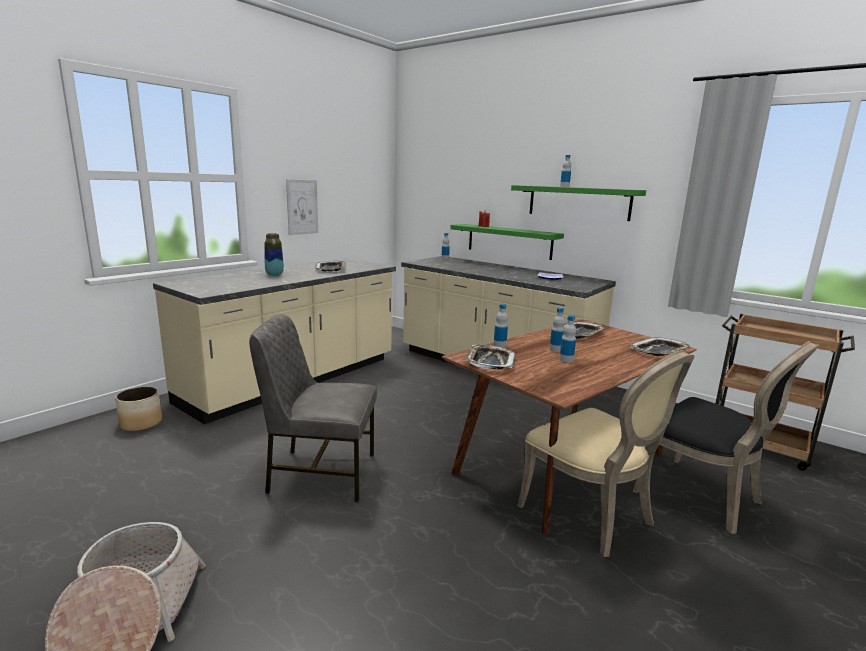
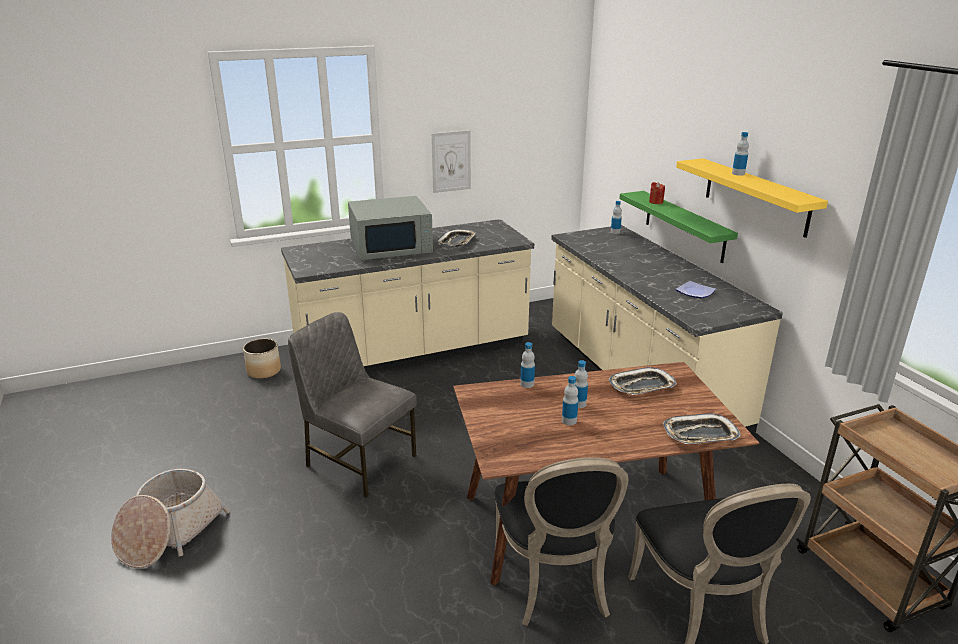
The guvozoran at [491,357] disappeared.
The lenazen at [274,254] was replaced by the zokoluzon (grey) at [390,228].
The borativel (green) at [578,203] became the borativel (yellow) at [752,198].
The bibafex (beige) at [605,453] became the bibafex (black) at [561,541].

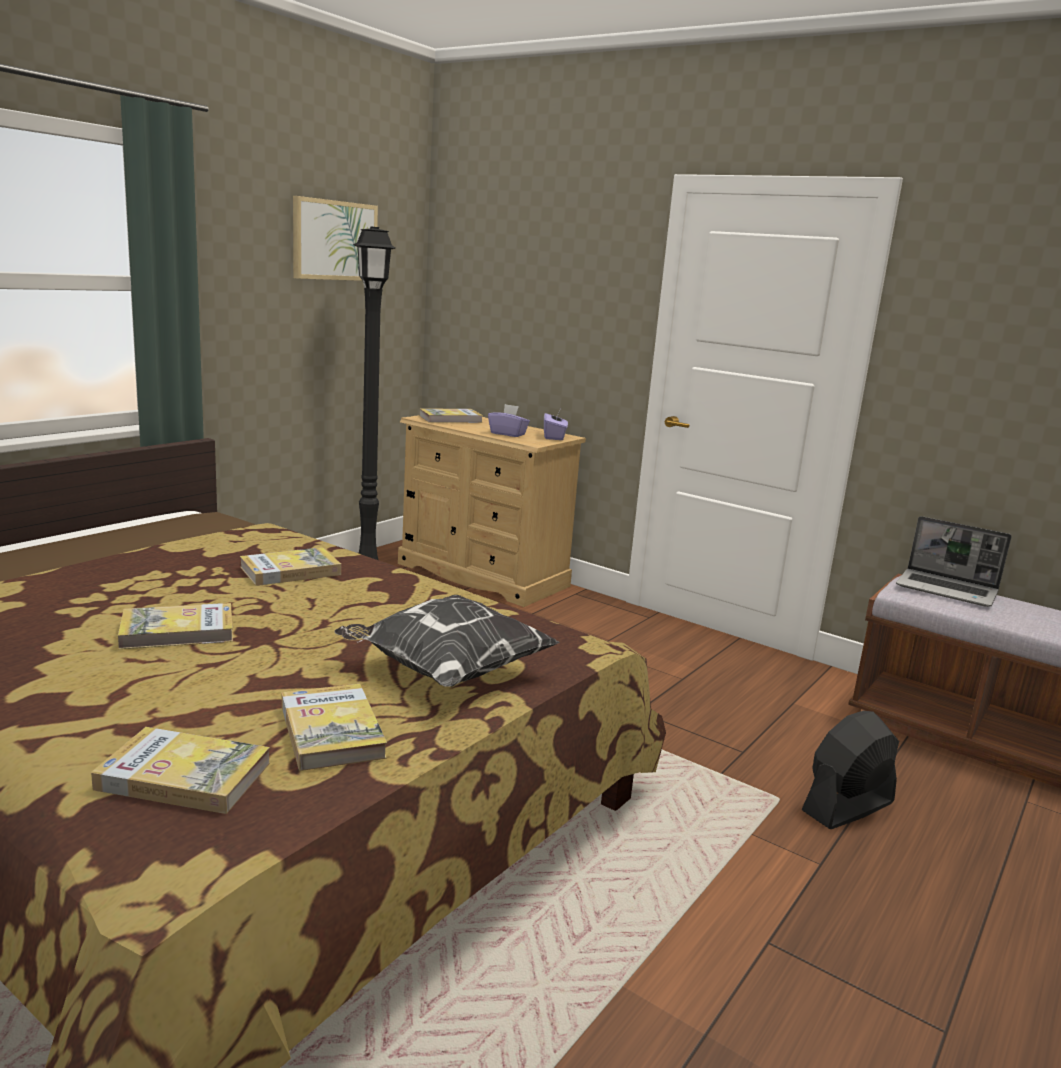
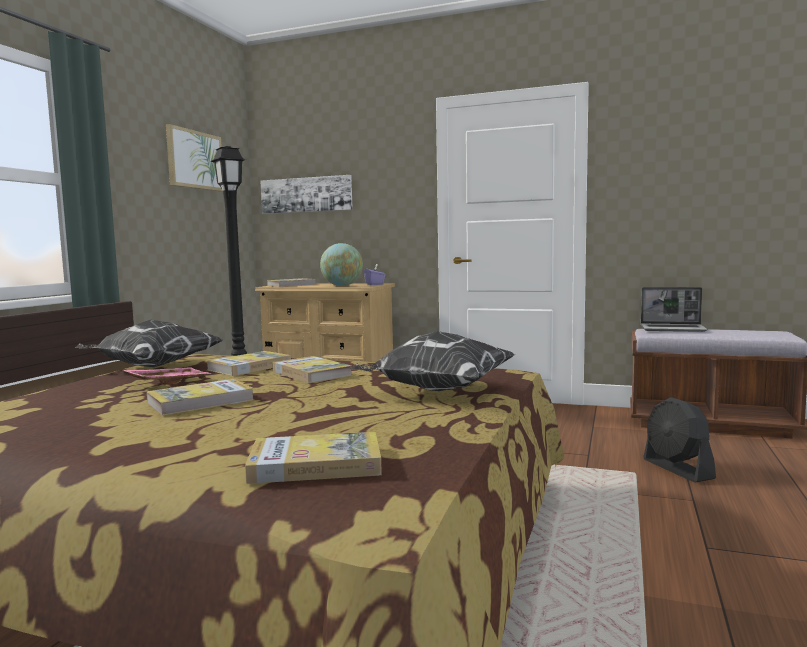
The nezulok at [149,343] appeared.
The guvozoran (pink) at [167,376] appeared.
The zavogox at [306,194] appeared.
The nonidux moved from [334,727] to [312,369].
The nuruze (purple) at [509,420] was replaced by the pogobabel at [341,264].
The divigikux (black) at [850,770] turned 60 degrees counterclockwise.

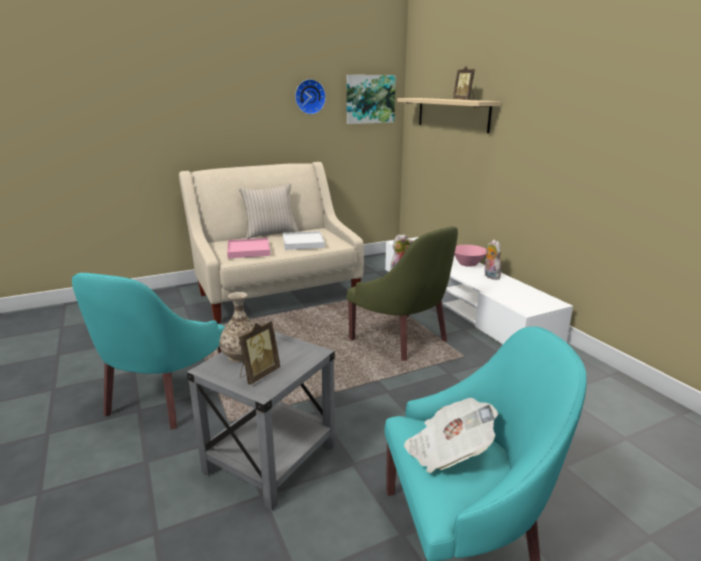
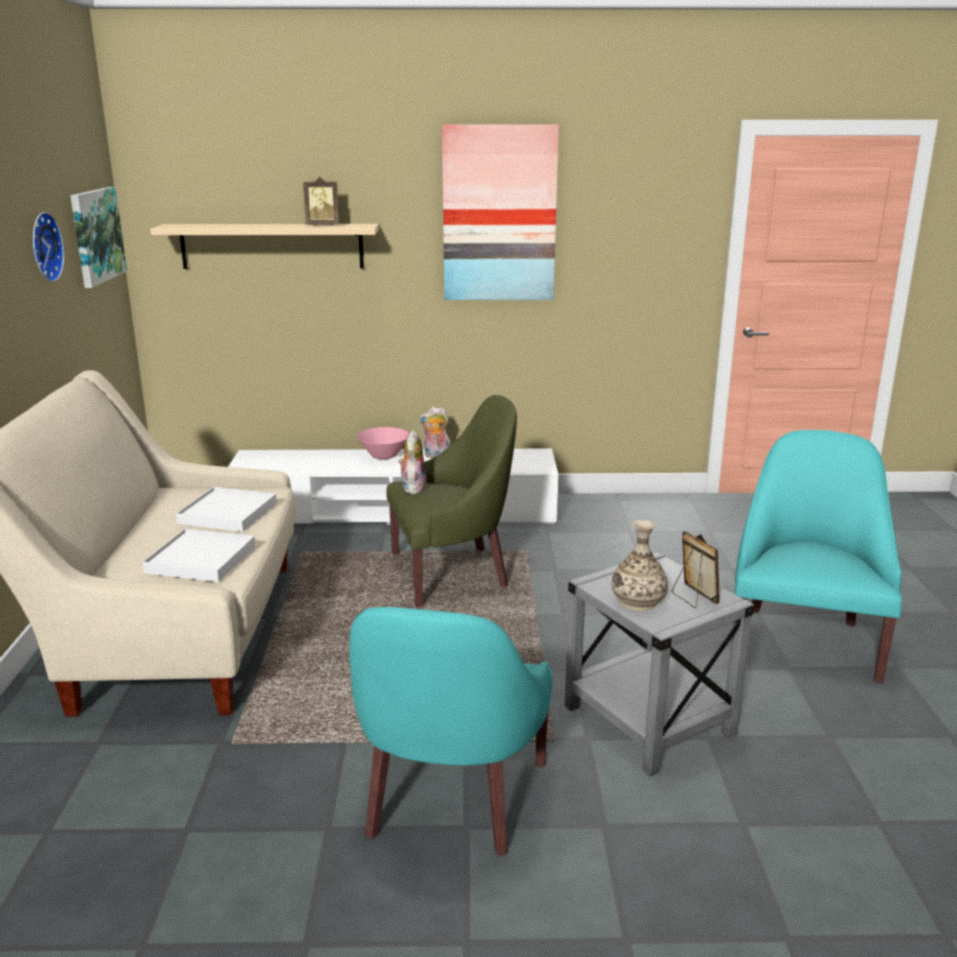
The nezulok (beige) at [269,211] disappeared.
The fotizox at [451,435] disappeared.
The zavogox at [500,212] appeared.
The guvozoran (pink) at [248,248] became the guvozoran (white) at [199,555].
The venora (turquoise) at [148,351] turned 60 degrees clockwise.

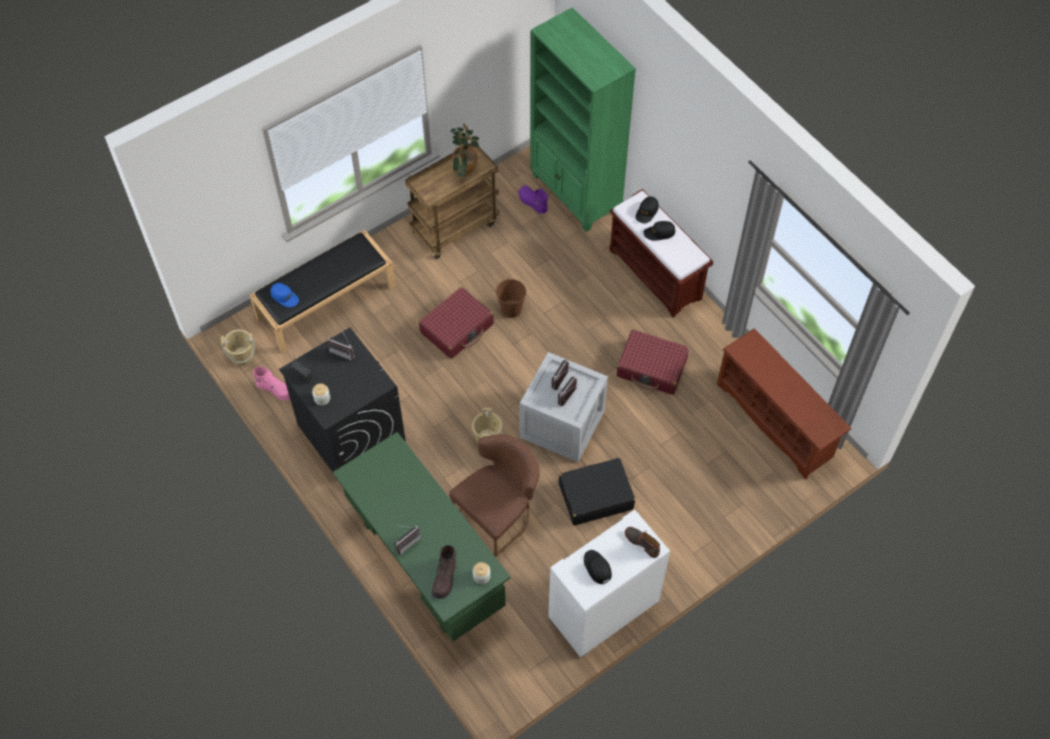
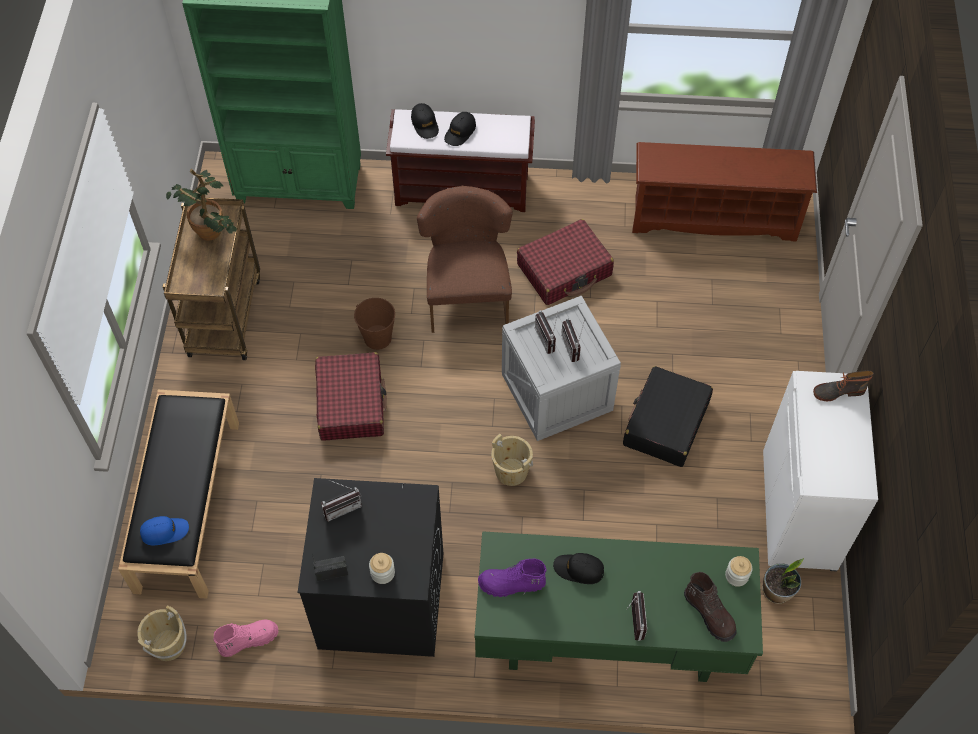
The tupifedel at [783,581] appeared.
The bibafex (brown) moved from [494,495] to [465,259].
The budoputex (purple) moved from [533,199] to [512,578].
The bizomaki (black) moved from [598,567] to [578,568].

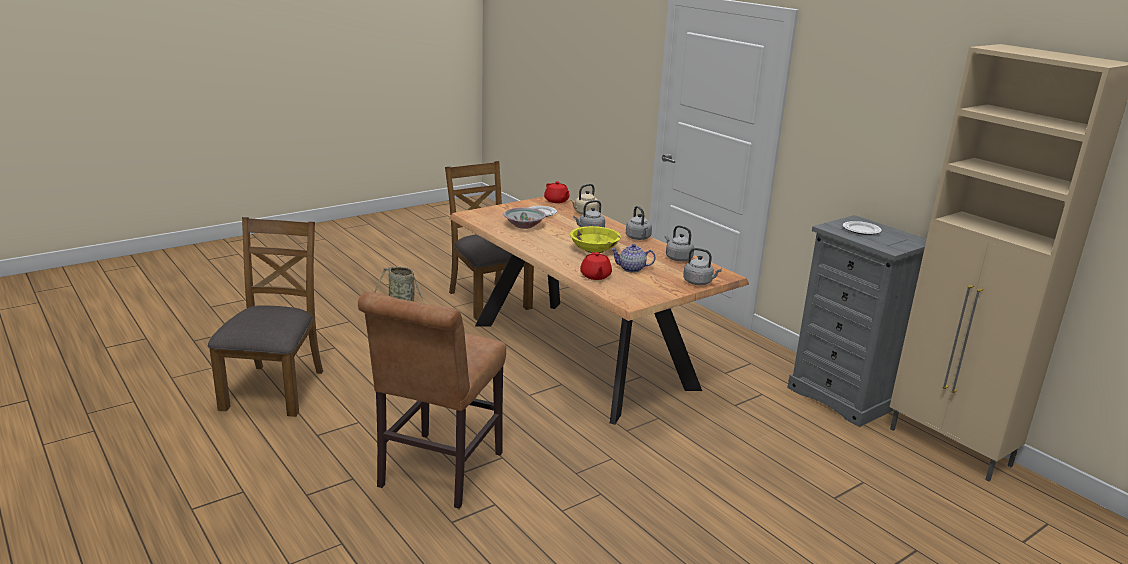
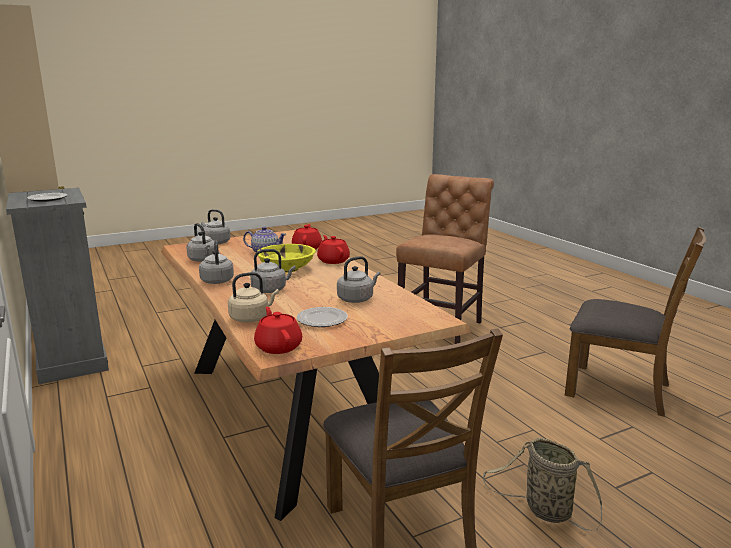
The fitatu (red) at [333,249] appeared.
The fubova at [525,218] was replaced by the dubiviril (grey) at [359,279].
The bibafex (brown) at [265,317] turned 75 degrees counterclockwise.

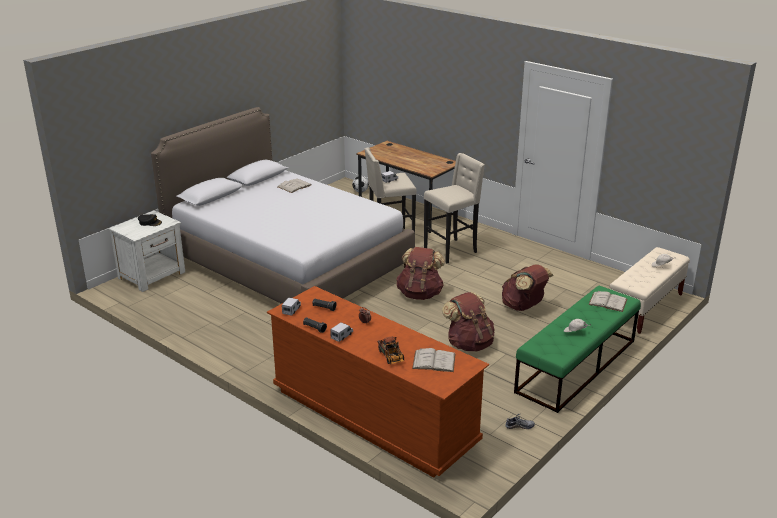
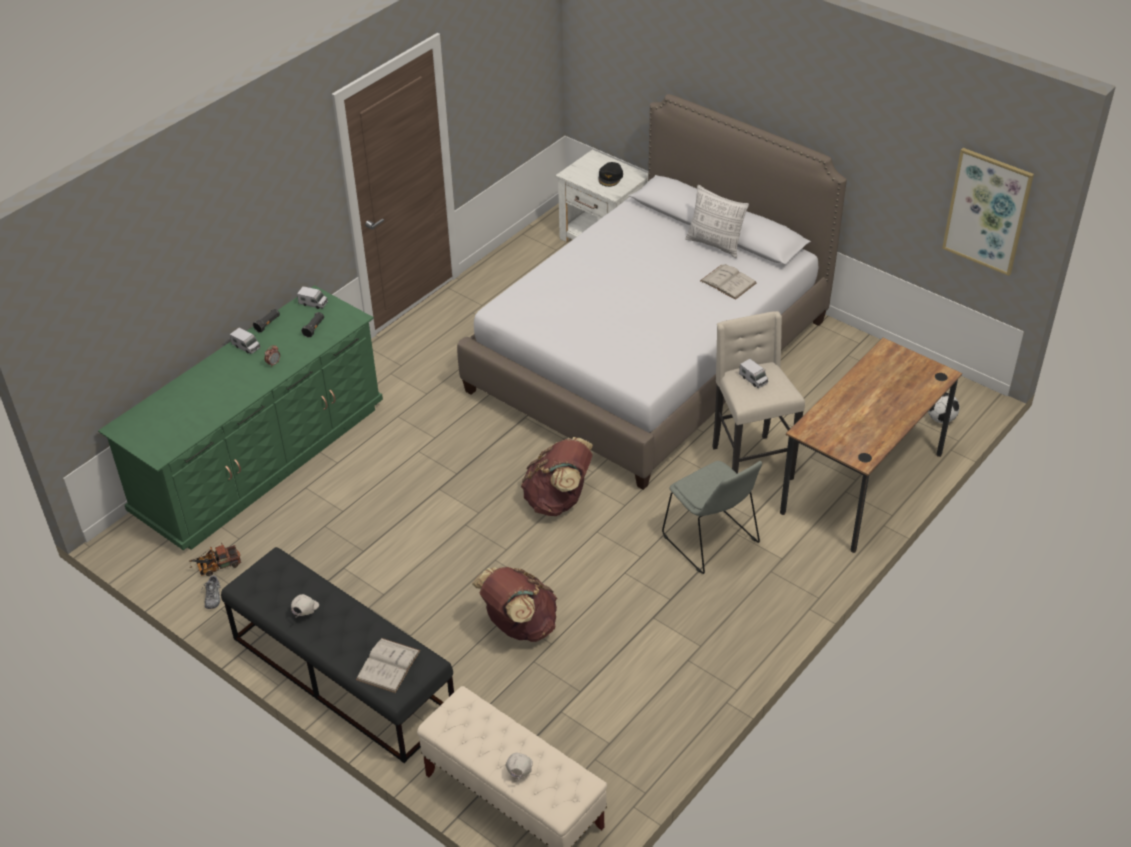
The nonidux (white) at [433,360] disappeared.
The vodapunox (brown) at [468,322] disappeared.
The nezulok at [717,221] appeared.
The zavogox at [988,212] appeared.
The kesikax moved from [391,350] to [215,559].
The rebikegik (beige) at [454,208] was replaced by the bibafex (grey) at [712,517].
The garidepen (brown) at [378,382] became the garidepen (green) at [240,417].
The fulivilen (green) at [577,349] became the fulivilen (black) at [337,655].

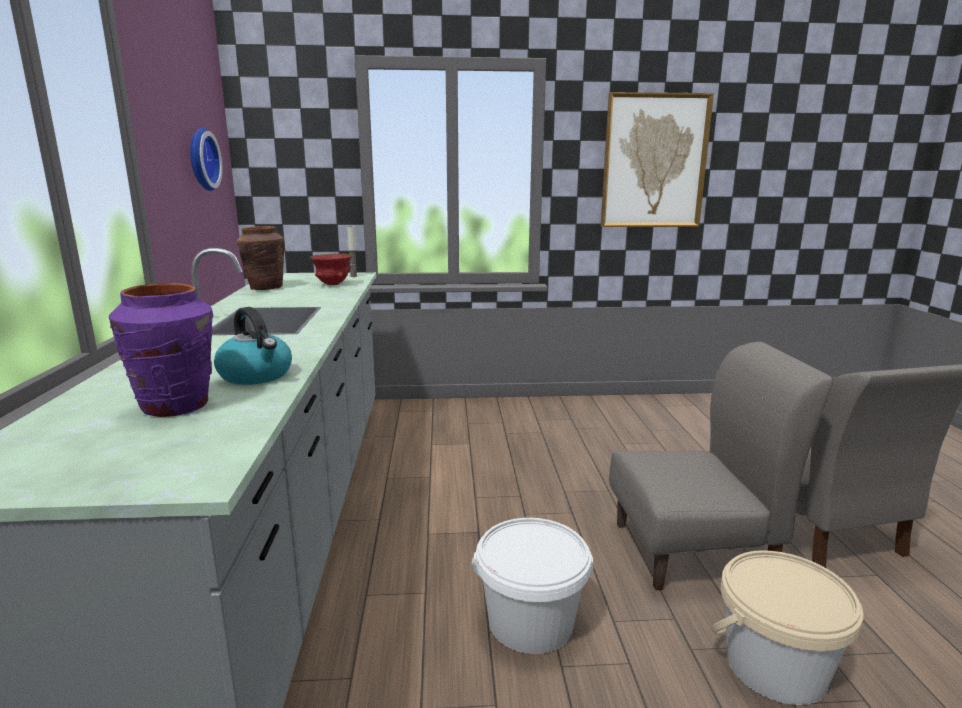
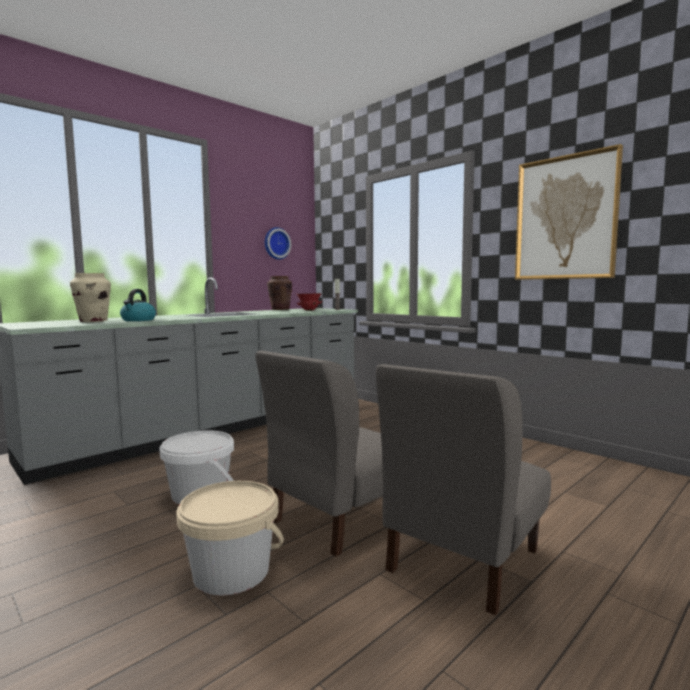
The lenazen (purple) at [161,350] became the lenazen (beige) at [90,297].
The bibafex (grey) at [721,466] turned 90 degrees clockwise.

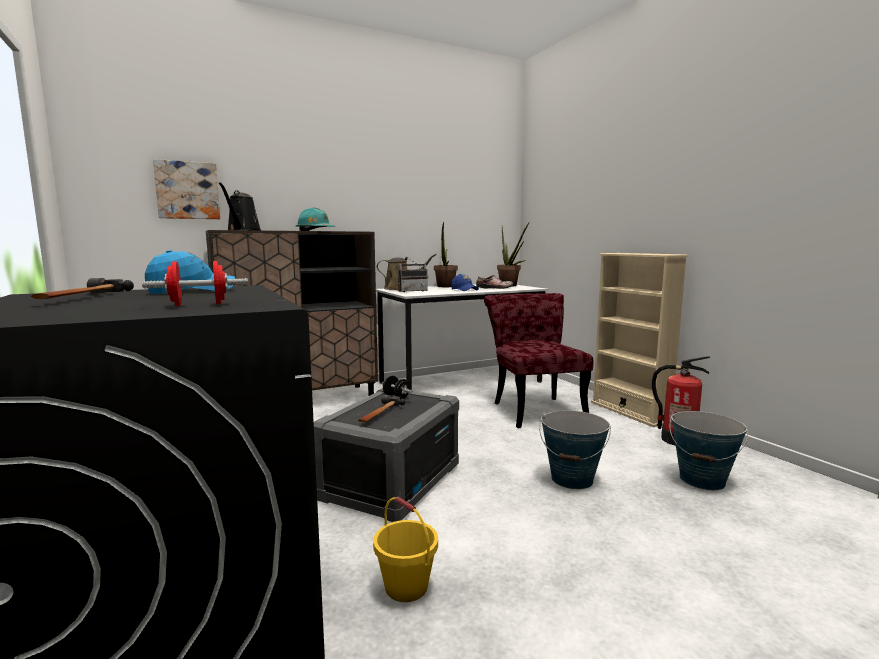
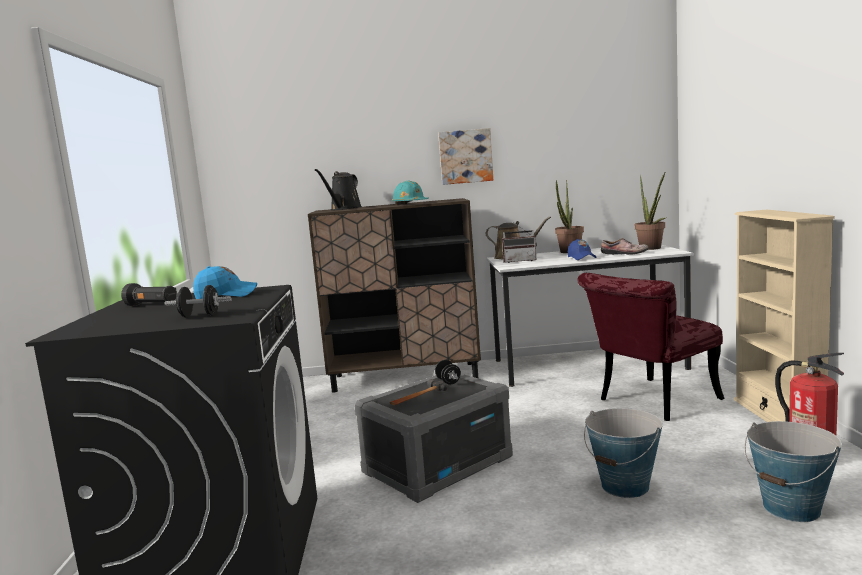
The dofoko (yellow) at [405,549] disappeared.
The zavogox moved from [186,189] to [465,156].
The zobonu at [82,288] was replaced by the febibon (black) at [149,294].
The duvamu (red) at [195,283] became the duvamu (black) at [198,301].
The bibafex (red) at [538,360] turned 135 degrees counterclockwise.

